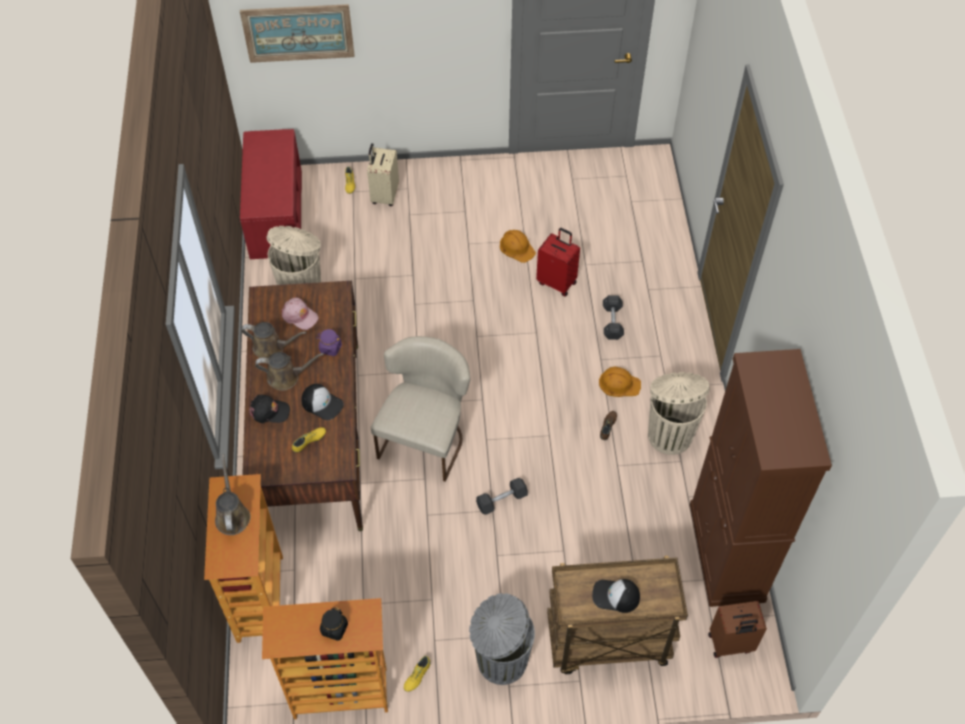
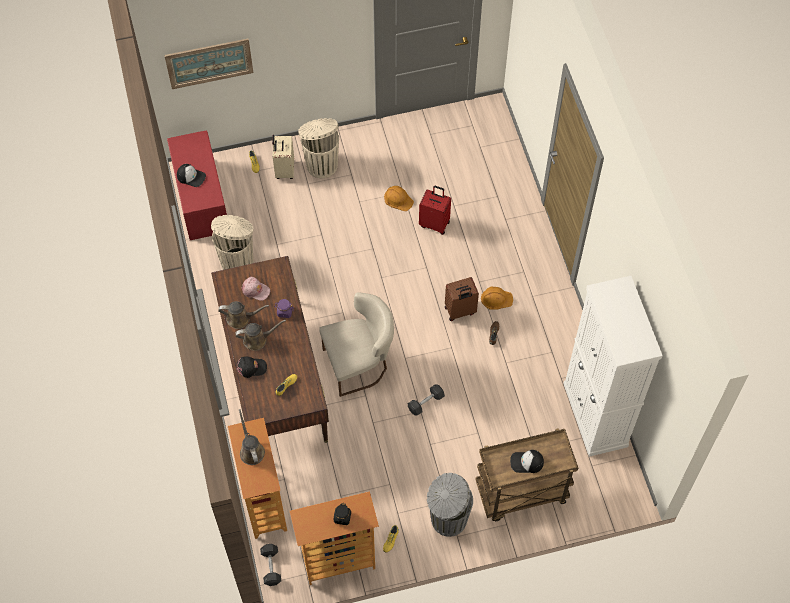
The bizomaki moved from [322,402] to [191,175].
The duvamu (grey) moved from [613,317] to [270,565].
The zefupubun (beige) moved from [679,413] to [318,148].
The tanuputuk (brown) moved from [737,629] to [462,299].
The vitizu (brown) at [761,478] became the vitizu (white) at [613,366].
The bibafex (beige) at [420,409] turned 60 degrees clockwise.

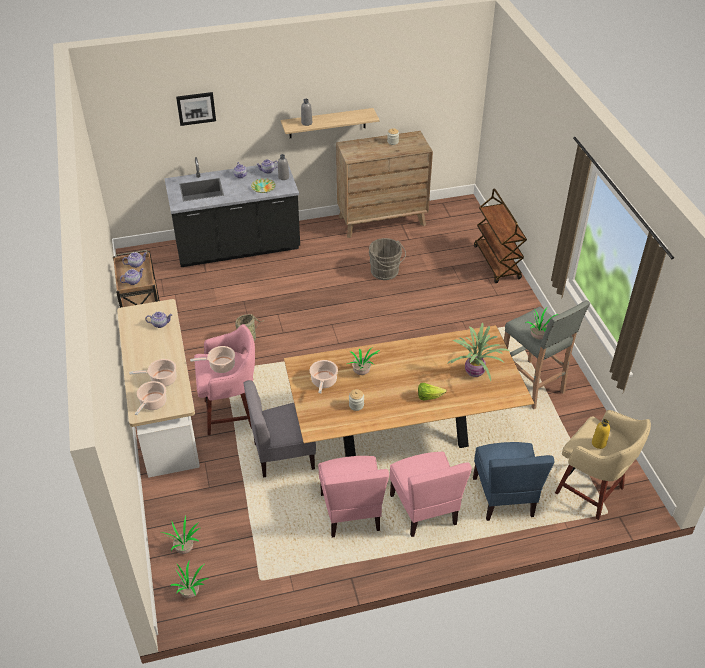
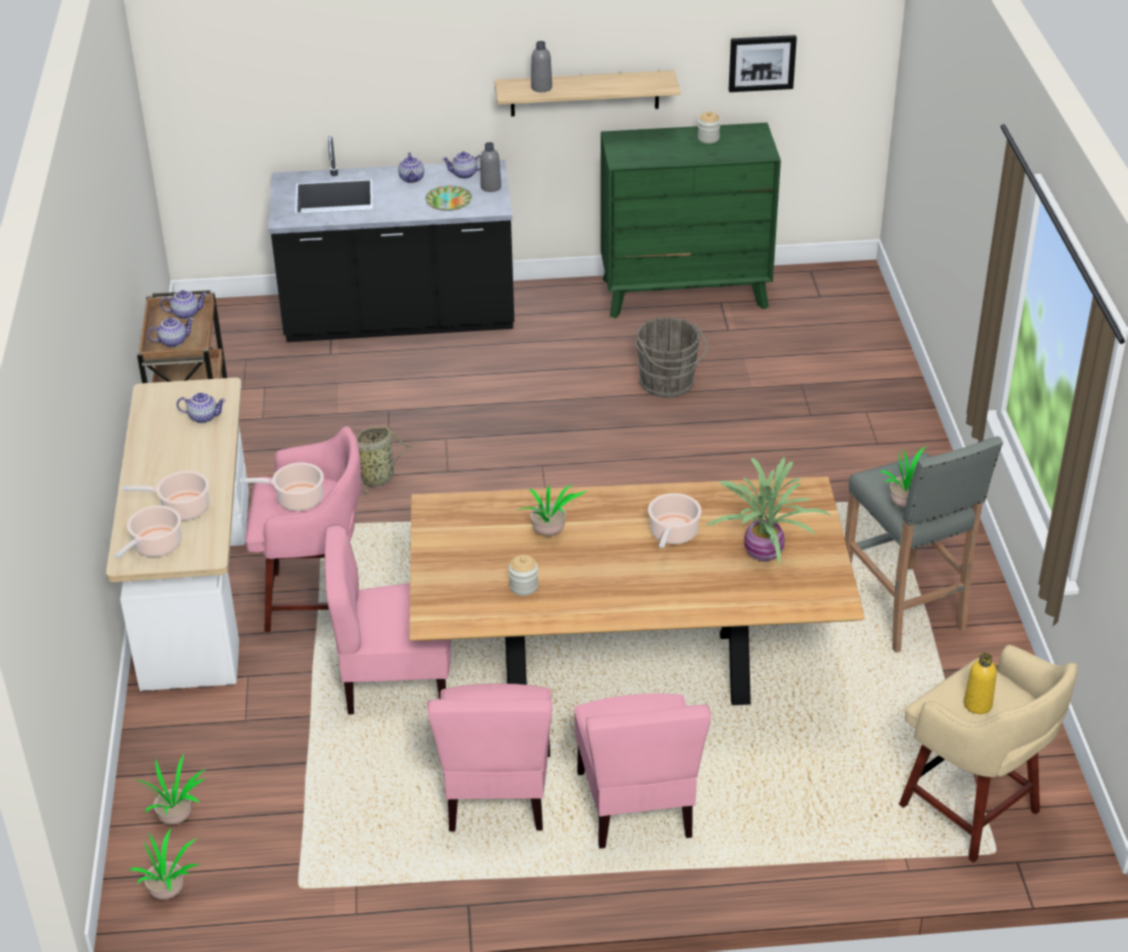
The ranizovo at [432,392] disappeared.
The bibafex (blue) at [513,481] disappeared.
The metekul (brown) at [500,235] disappeared.
The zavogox moved from [196,109] to [763,63].
The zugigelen moved from [324,376] to [675,520].
The bibafex (grey) at [280,429] became the bibafex (pink) at [388,619].
The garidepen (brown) at [384,184] became the garidepen (green) at [691,220].

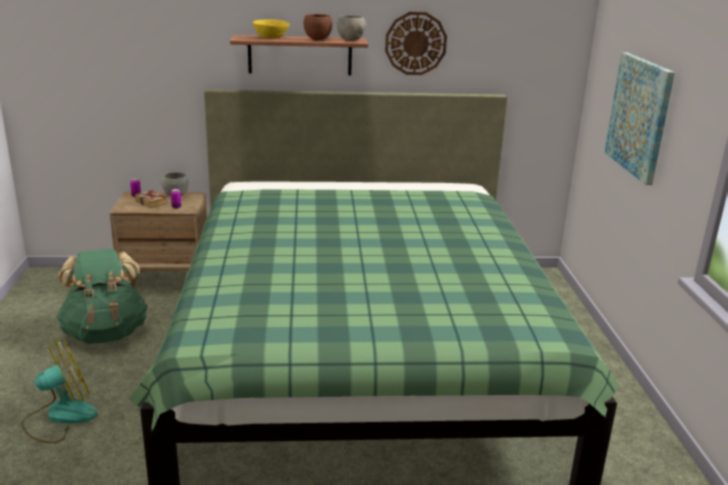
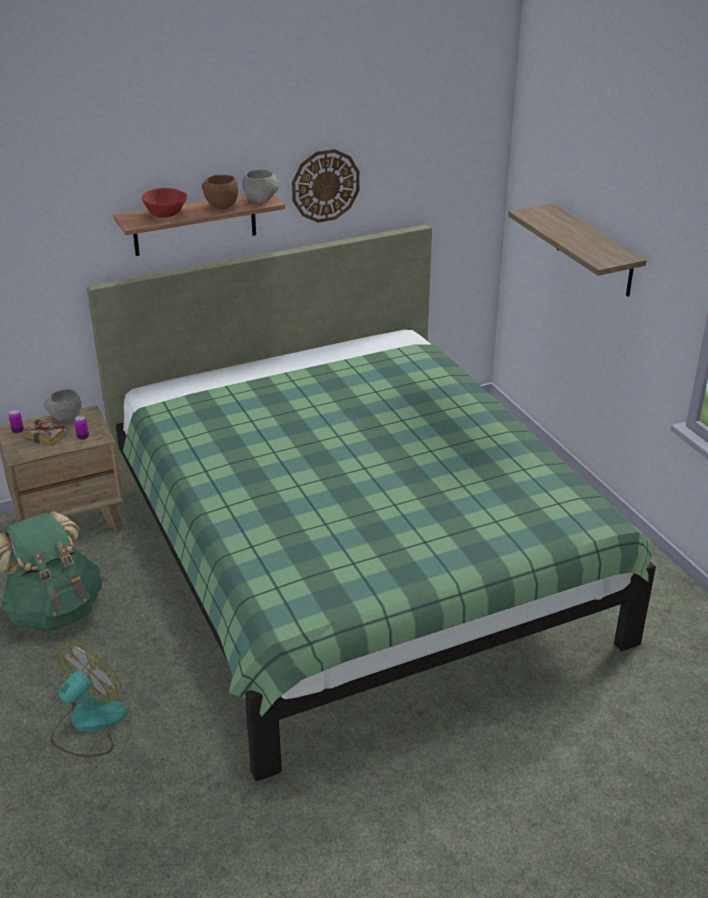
The zavogox at [640,118] was replaced by the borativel at [577,250].
The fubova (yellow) at [271,29] became the fubova (red) at [164,203].

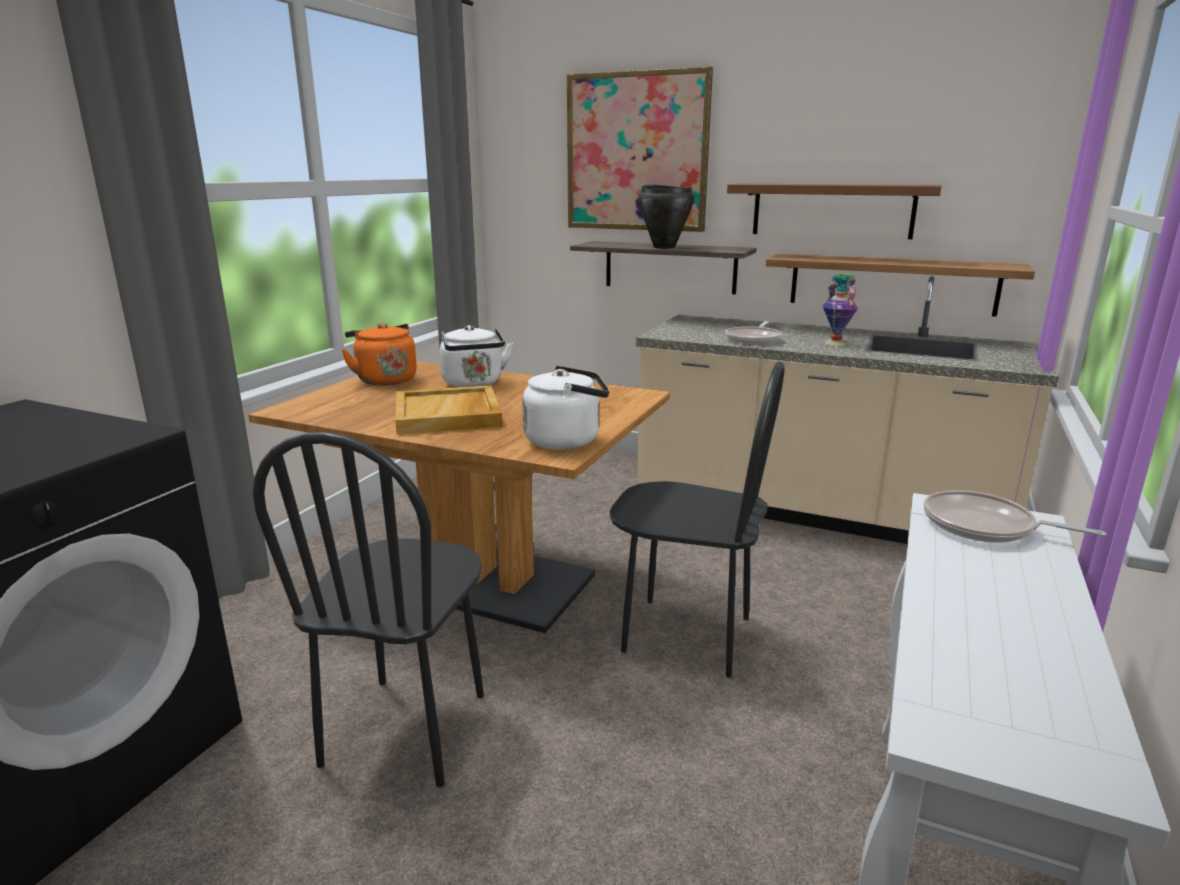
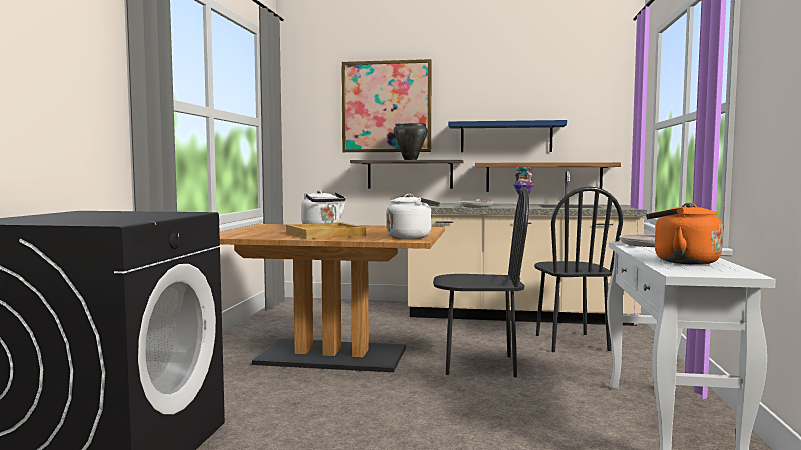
The bibafex (black) moved from [368,609] to [578,269].
The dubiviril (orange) moved from [379,354] to [684,234].
The borativel (brown) at [834,211] became the borativel (blue) at [507,136].

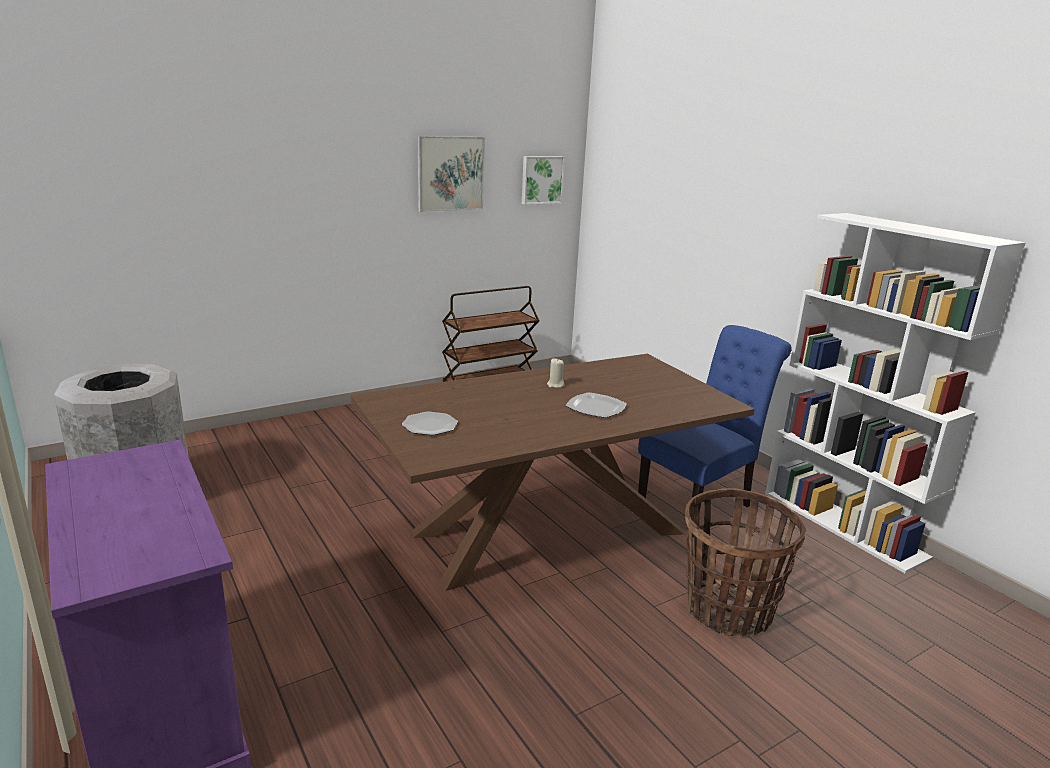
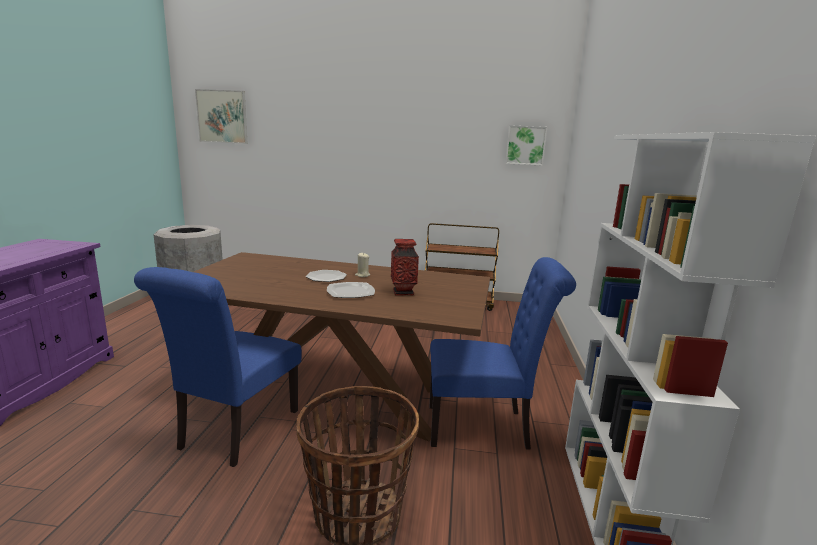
The bibafex (blue) at [218,367] appeared.
The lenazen at [405,267] appeared.
The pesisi moved from [430,423] to [326,276].
The zavogox moved from [451,174] to [221,116].

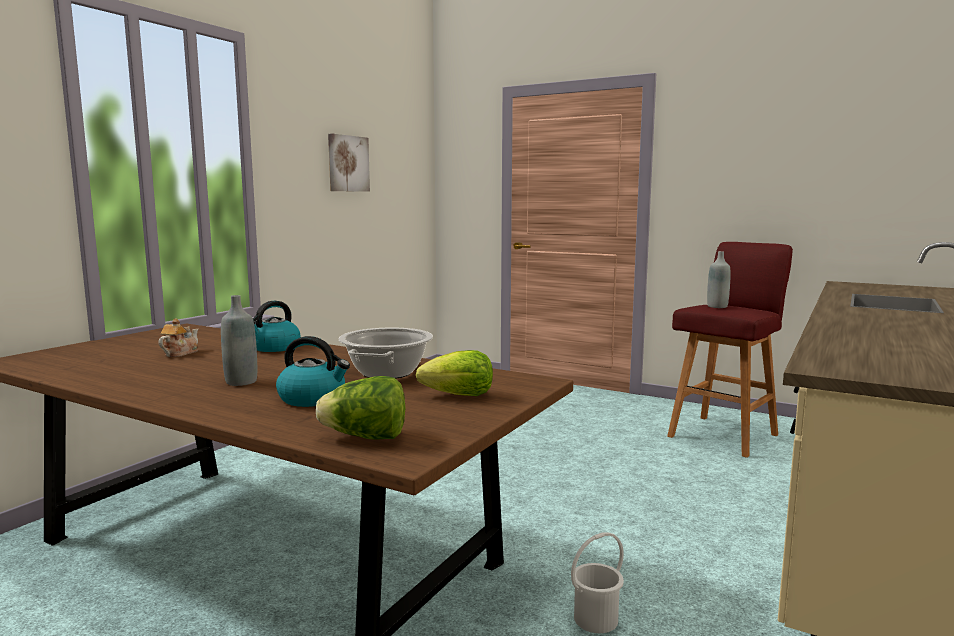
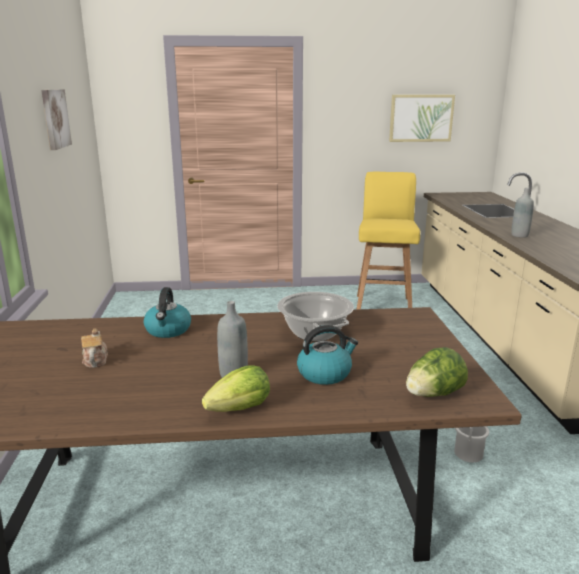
The zavogox at [422,118] appeared.
The ranizovo moved from [454,373] to [236,388].
The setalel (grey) moved from [719,279] to [523,213].
The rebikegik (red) at [730,350] became the rebikegik (yellow) at [388,241].

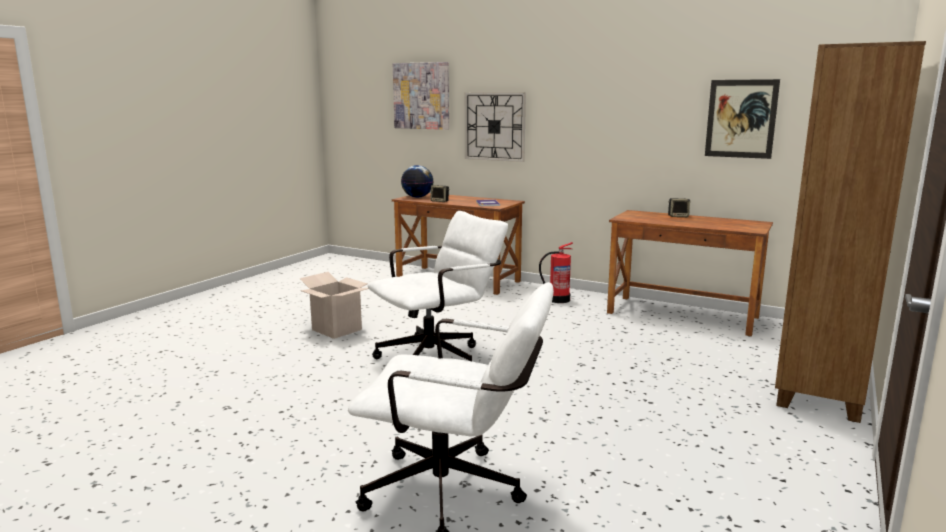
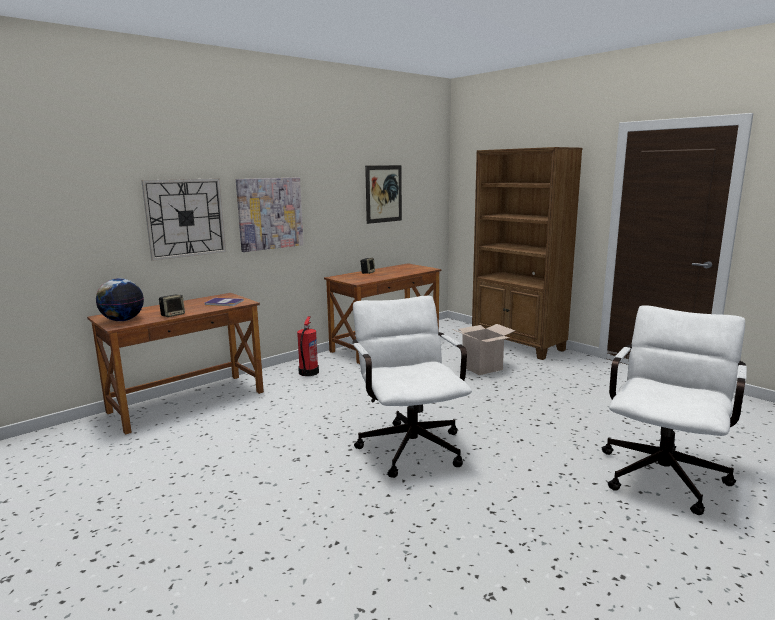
The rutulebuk moved from [334,305] to [483,349].
The zavogox moved from [421,96] to [270,214].

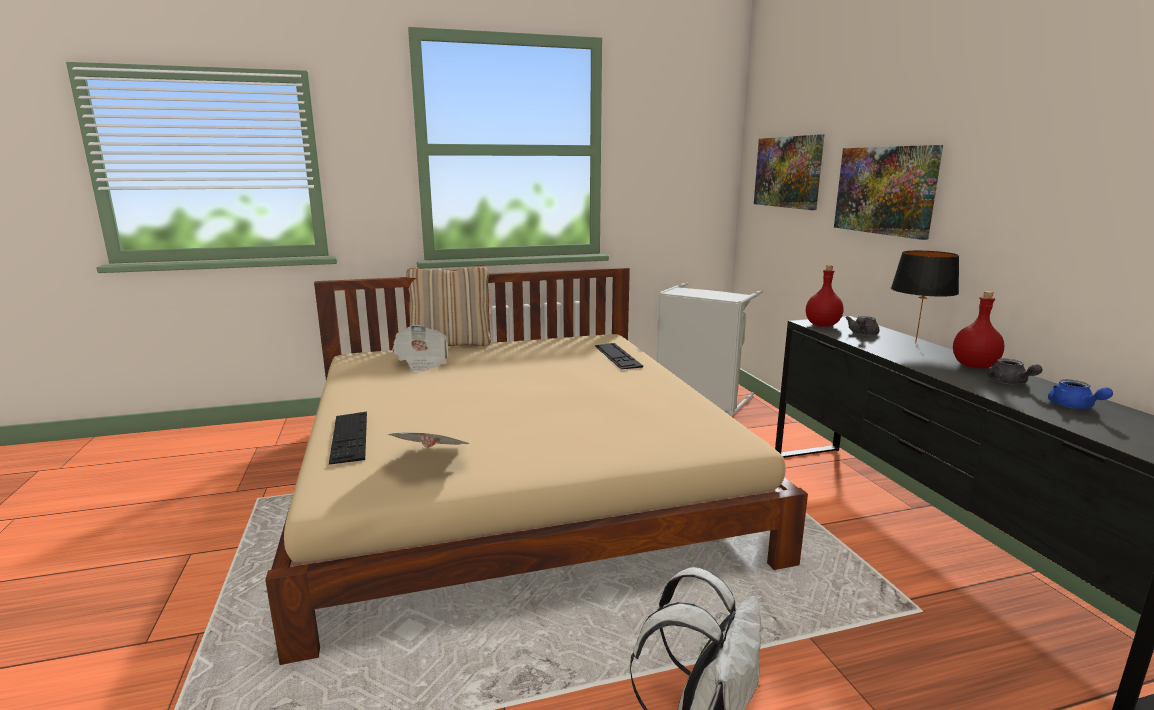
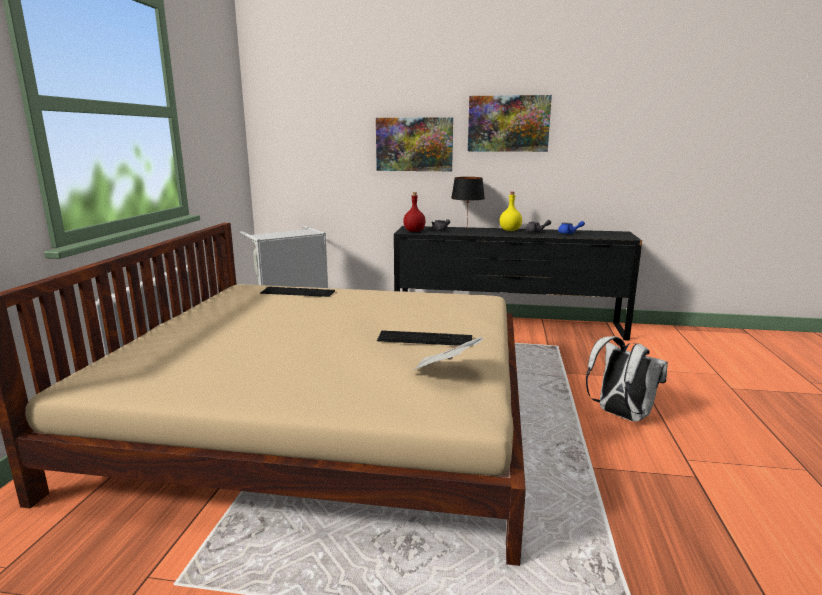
The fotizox at [420,349] disappeared.
The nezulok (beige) at [448,306] disappeared.
The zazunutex moved from [348,438] to [424,338].
The zavogox moved from [789,172] to [510,123].
The setalel (red) at [978,329] became the setalel (yellow) at [510,211].

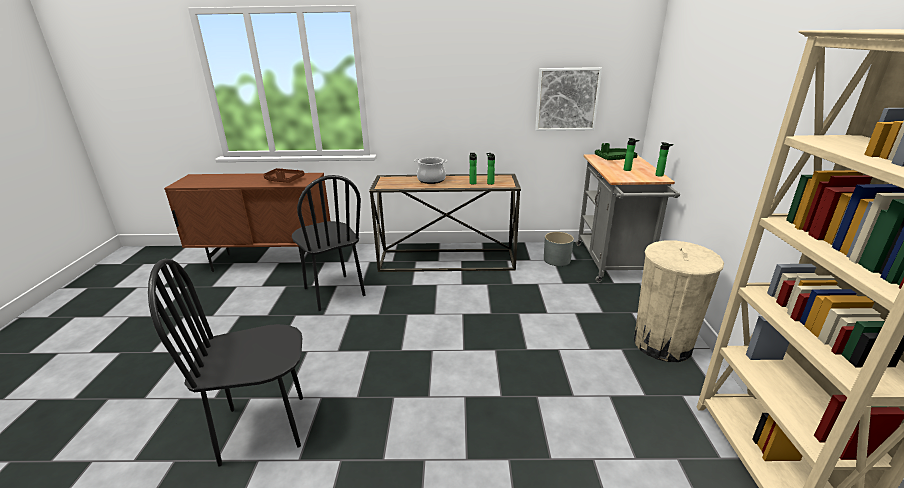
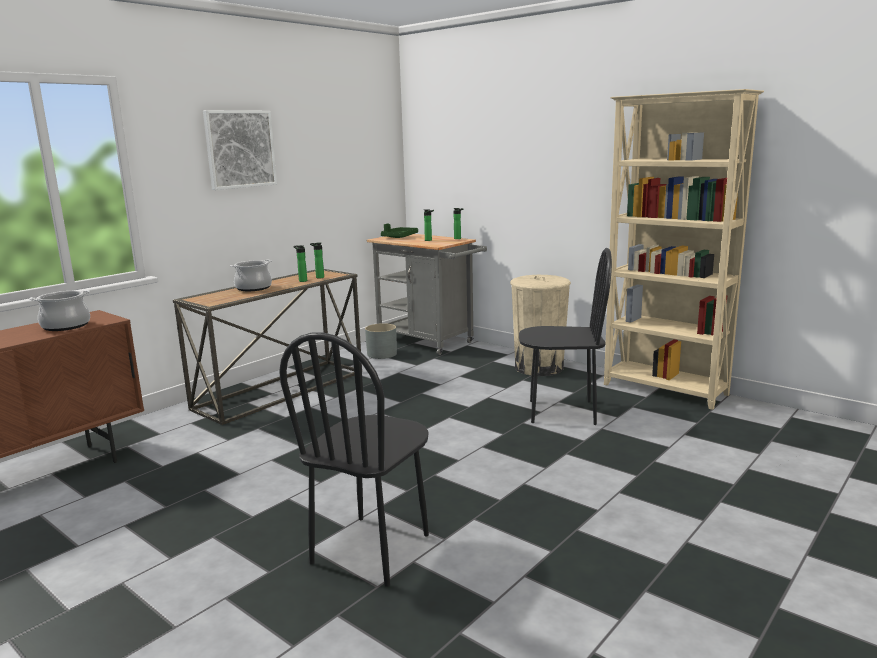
The bibafex (black) moved from [328,243] to [565,336].
The zavogox moved from [568,99] to [240,150].
The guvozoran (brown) at [284,175] was replaced by the zugigelen at [59,310].

